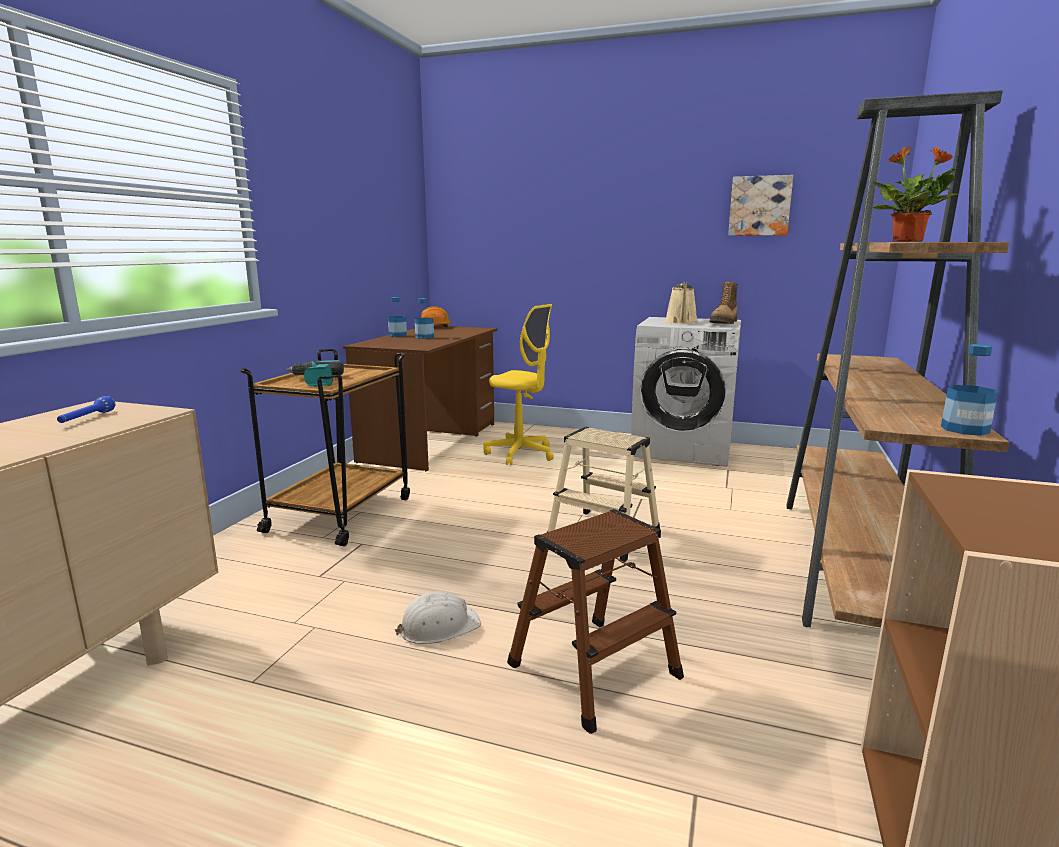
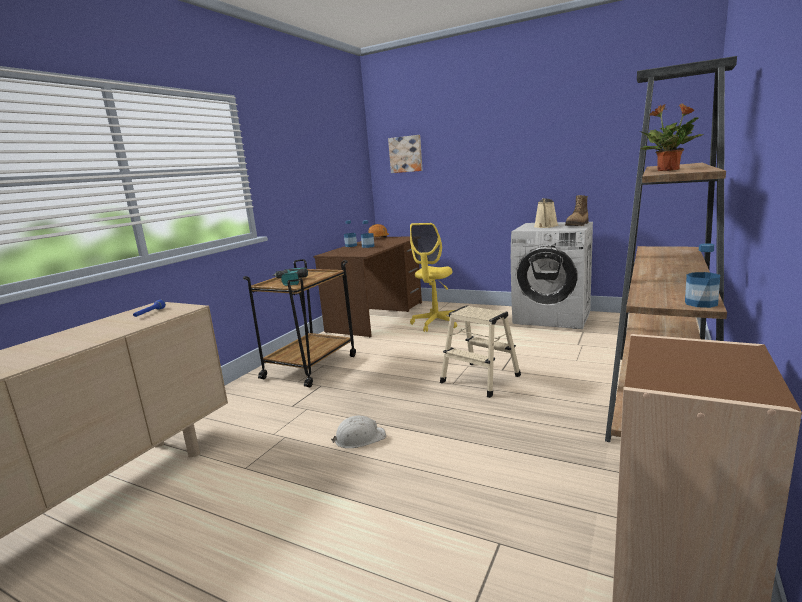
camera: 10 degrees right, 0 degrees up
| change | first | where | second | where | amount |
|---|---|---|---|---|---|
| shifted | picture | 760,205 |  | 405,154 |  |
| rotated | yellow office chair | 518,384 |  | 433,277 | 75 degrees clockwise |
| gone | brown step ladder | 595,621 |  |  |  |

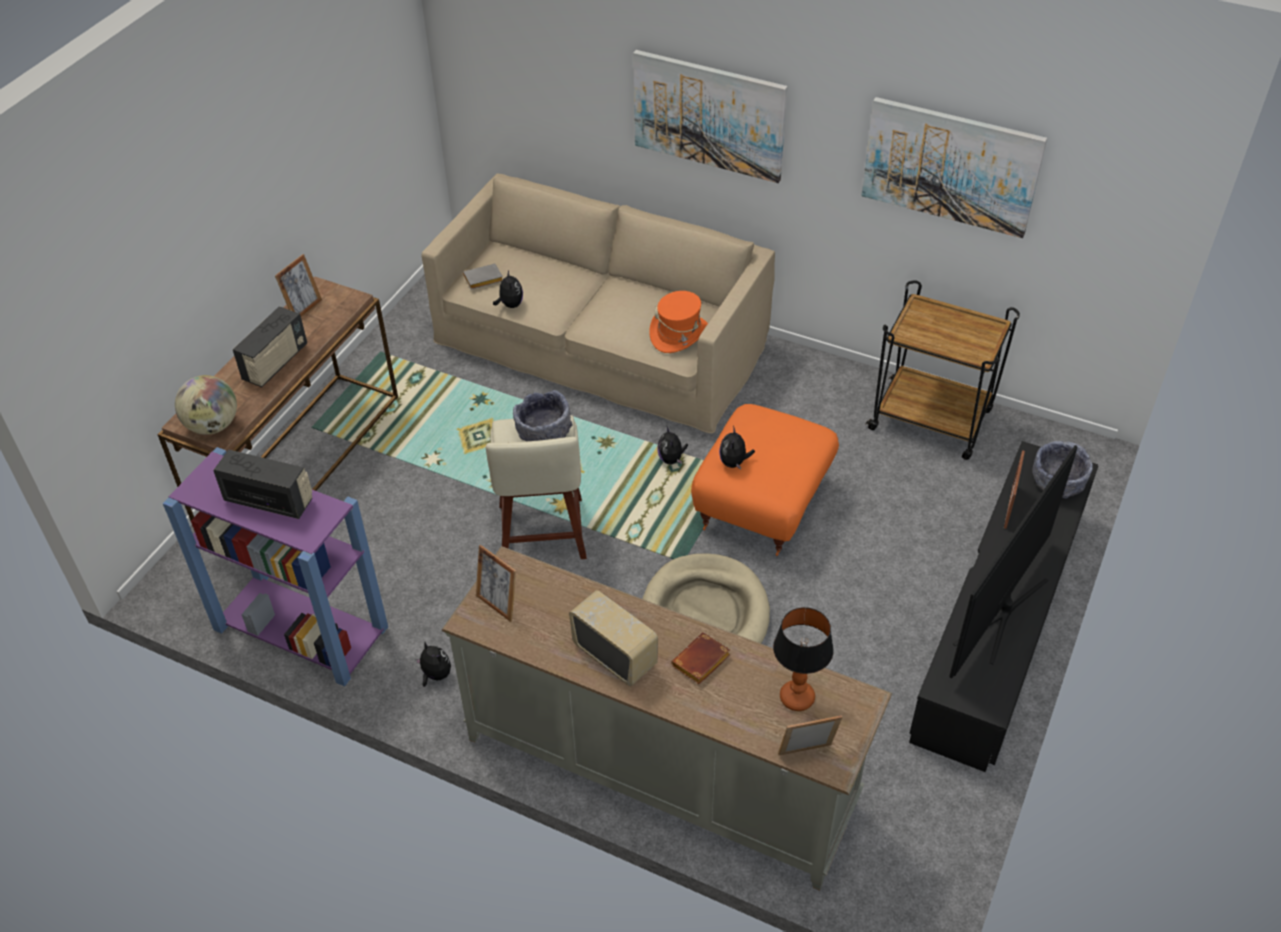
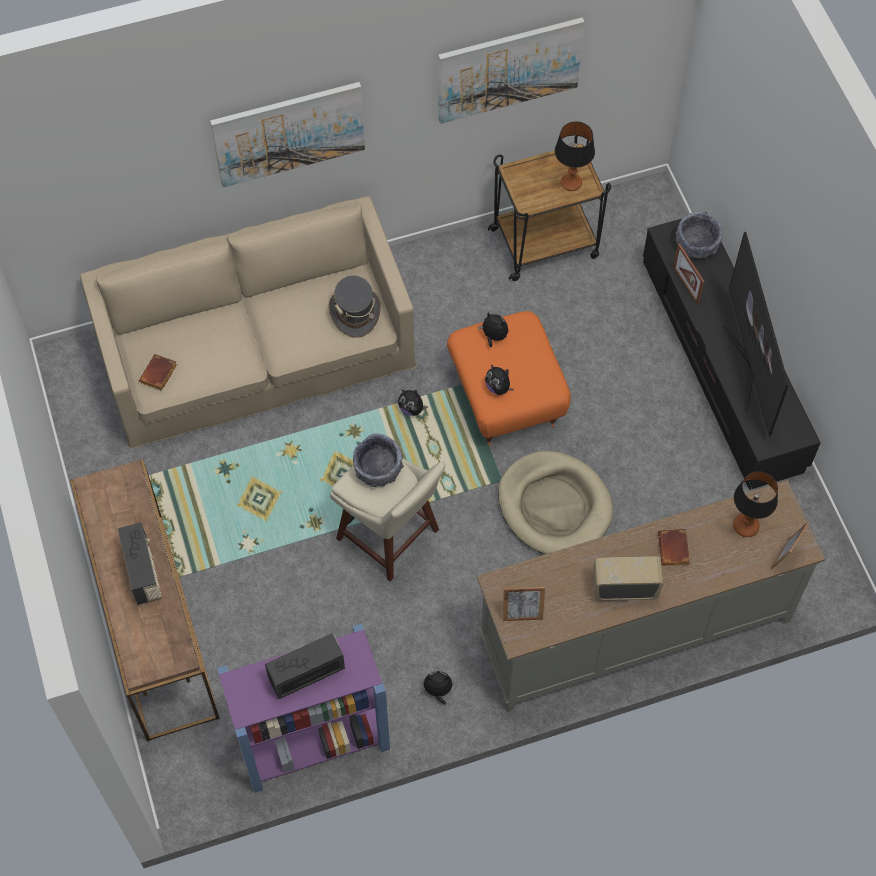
camera: 45 degrees left, 15 degrees up
| change | first | where | second | where | amount |
|---|---|---|---|---|---|
| repainted | grey book | 483,277 | brown book | 158,372 |  |
| repainted | orange hat | 678,322 | grey hat | 354,307 |  |
| shifted | plush toy | 508,289 |  | 493,329 |  |
| new |  |  | table lamp | 575,156 |  |
| gone | globe | 206,405 |  |  |  |
| gone | picture frame | 298,285 |  |  |  |

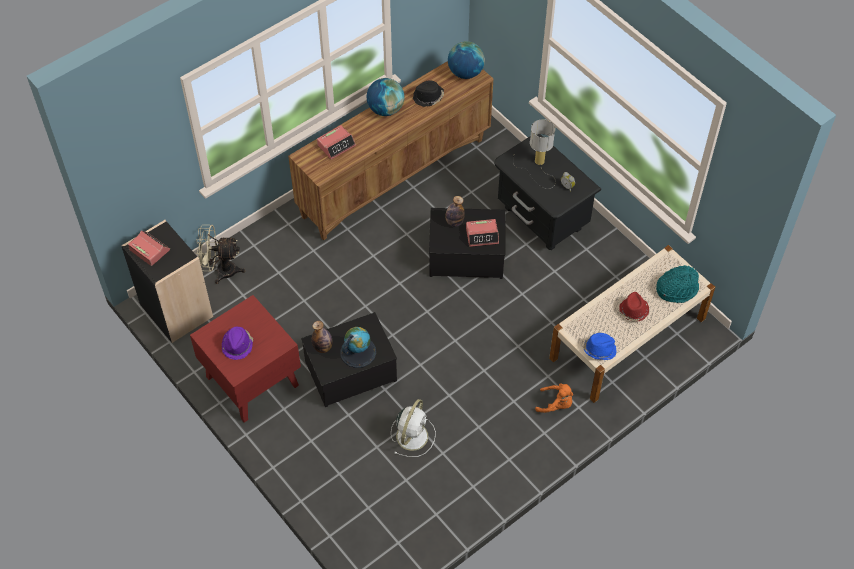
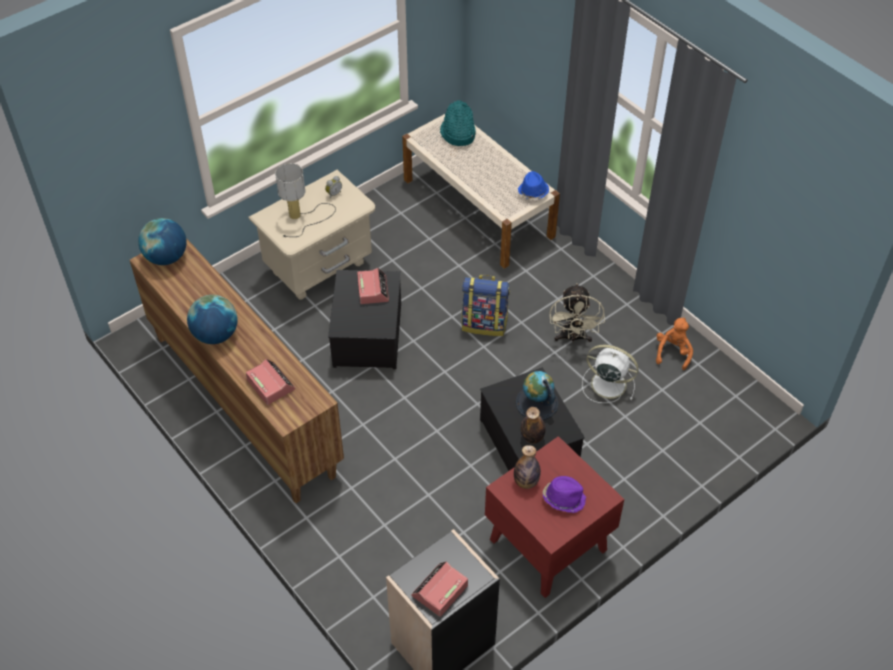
camera: 90 degrees left, 5 degrees down
| change | first | where | second | where | amount |
|---|---|---|---|---|---|
| repainted | black nightstand | 547,192 | beige nightstand | 312,235 |  |
| new |  |  | backpack | 486,305 |  |
| shifted | bottle | 455,211 |  | 527,467 |  |
| shifted | beige fan | 220,254 |  | 577,313 |  |
| shifted | orange plush toy | 554,398 |  | 674,343 |  |
| gone | black hat | 428,93 |  |  |  |
| gone | red hat | 634,307 |  |  |  |

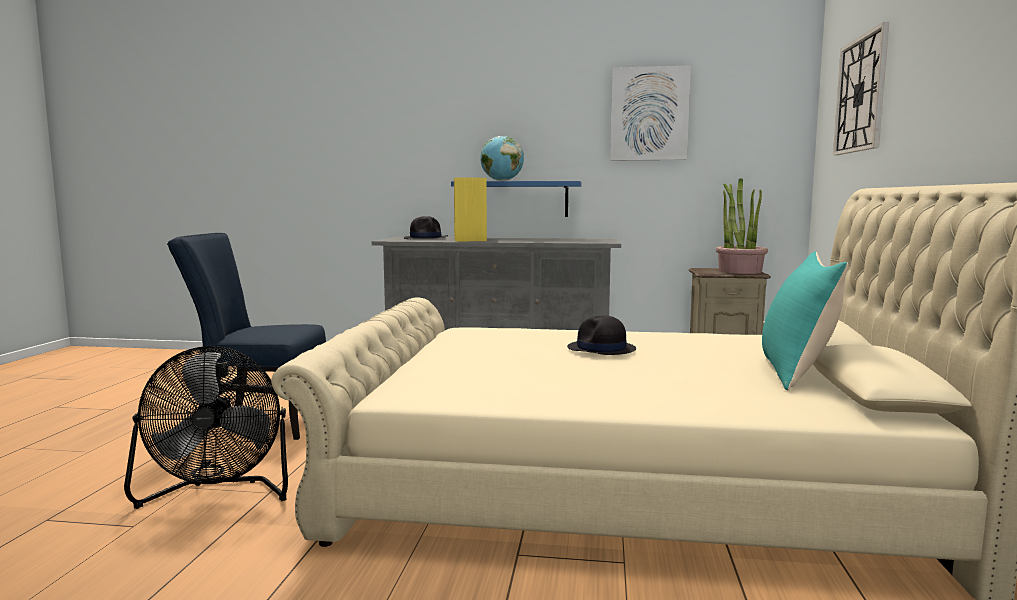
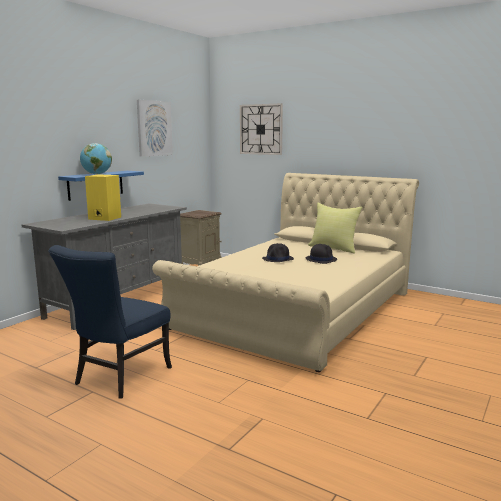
camera: 65 degrees left, 5 degrees up
| change | first | where | second | where | amount |
|---|---|---|---|---|---|
| shifted | black hat | 426,227 |  | 321,254 |  |
| repainted | turquoise pillow | 805,320 | yellow pillow | 335,228 |  |
| gone | black fan | 206,427 |  |  |  |
| gone | potted plant | 742,226 |  |  |  |

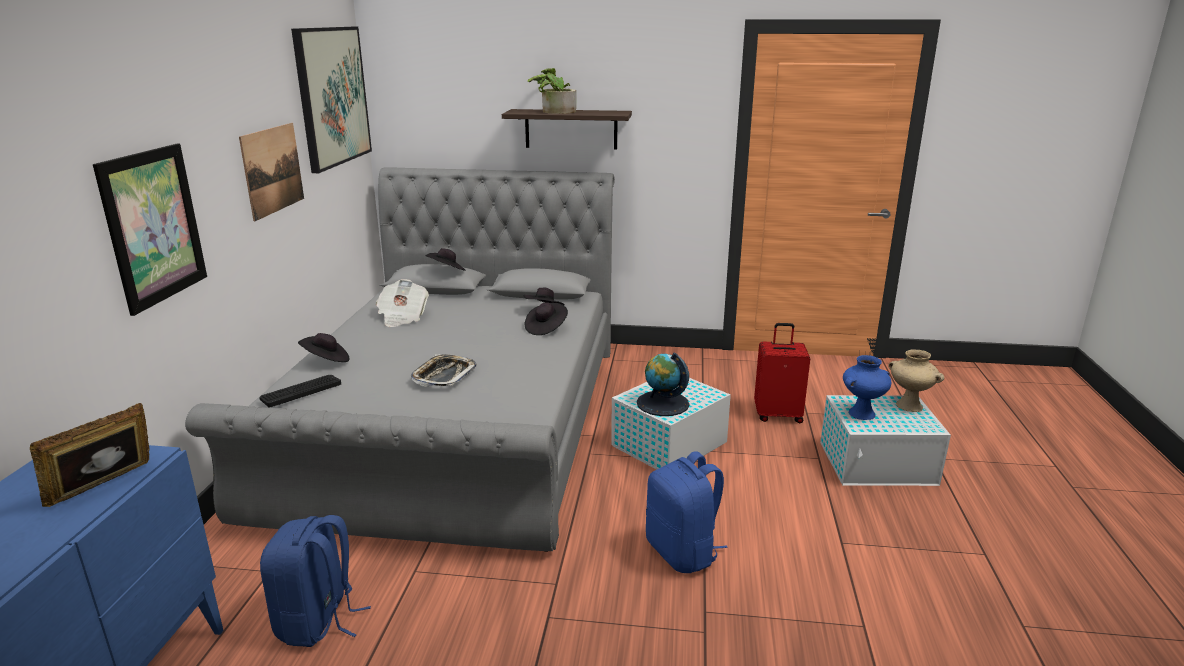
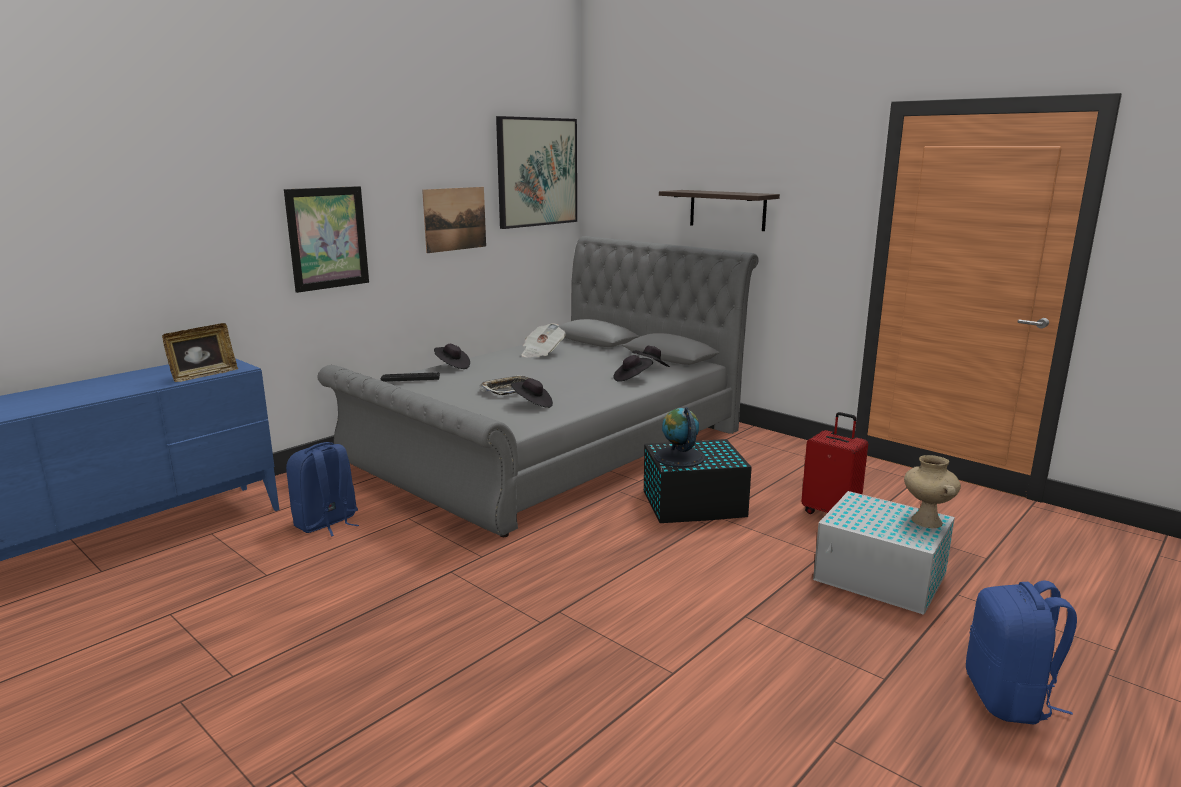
camera: 35 degrees right, 5 degrees down
| change | first | where | second | where | amount |
|---|---|---|---|---|---|
| rotated | picture frame | 90,455 |  | 200,352 | 150 degrees clockwise |
| shifted | black hat | 446,259 |  | 532,393 |  |
| repainted | white storage box | 671,424 | black storage box | 698,481 |  |
| shifted | blue backpack | 686,512 |  | 1021,653 |  |
| gone | potted plant | 551,91 |  |  |  |
| gone | blue vase | 867,387 |  |  |  |

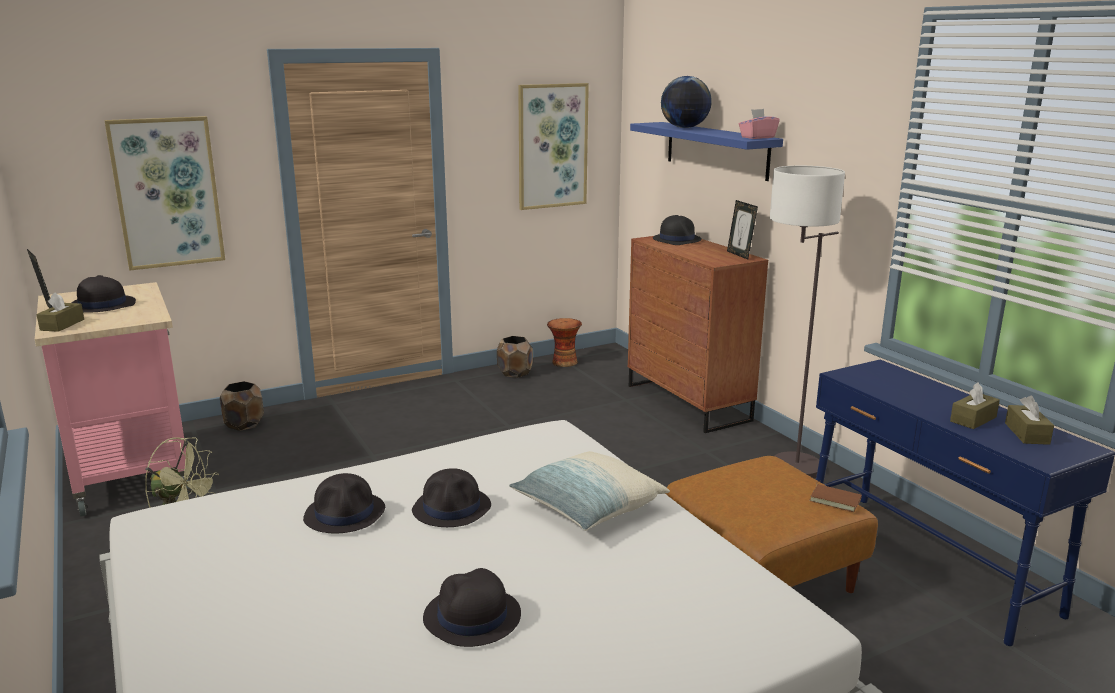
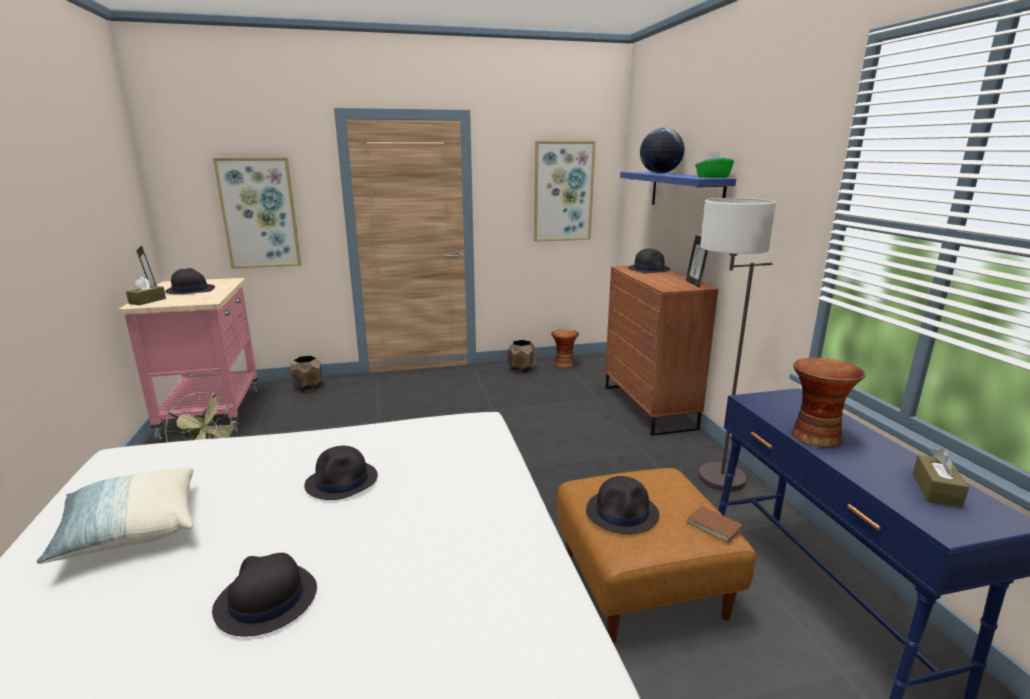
camera: 15 degrees right, 0 degrees up
| change | first | where | second | where | amount |
|---|---|---|---|---|---|
| shifted | pillow | 589,491 |  | 115,516 |  |
| shifted | black hat | 344,503 |  | 622,505 |  |
| repainted | pink tissue box | 759,124 | green tissue box | 714,164 |  |
| new |  |  | vase | 828,403 |  |
| gone | brown tissue box | 975,405 |  |  |  |

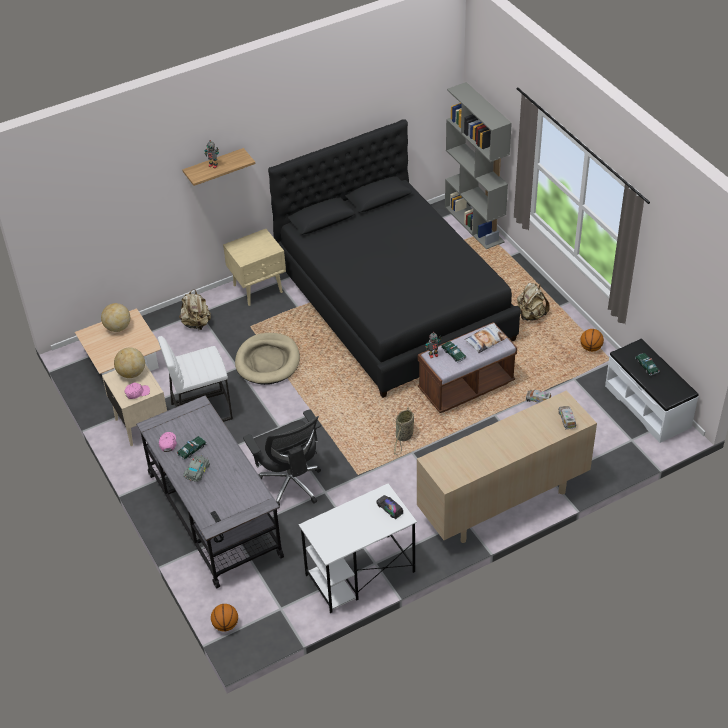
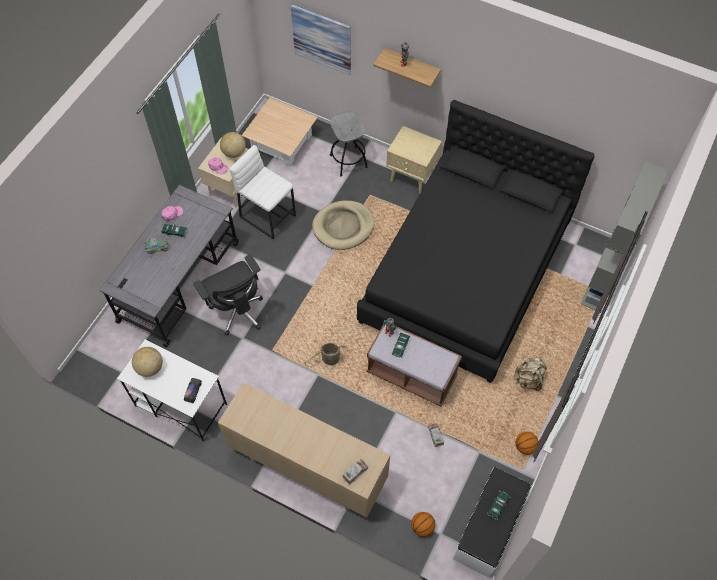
camera: 55 degrees right, 15 degrees up
| change | first | where | second | where | amount |
|---|---|---|---|---|---|
| shifted | globe | 115,317 |  | 147,362 |  |
| rotated | office chair | 282,457 |  | 228,295 | 60 degrees counterclockwise |
| new |  |  | picture | 321,39 |  |
| swapped | beige backpack | 195,309 | grey stool | 349,143 |  |
| shifted | basketball | 224,618 |  | 423,524 |  |
| gone | pillow | 486,338 |  |  |  |

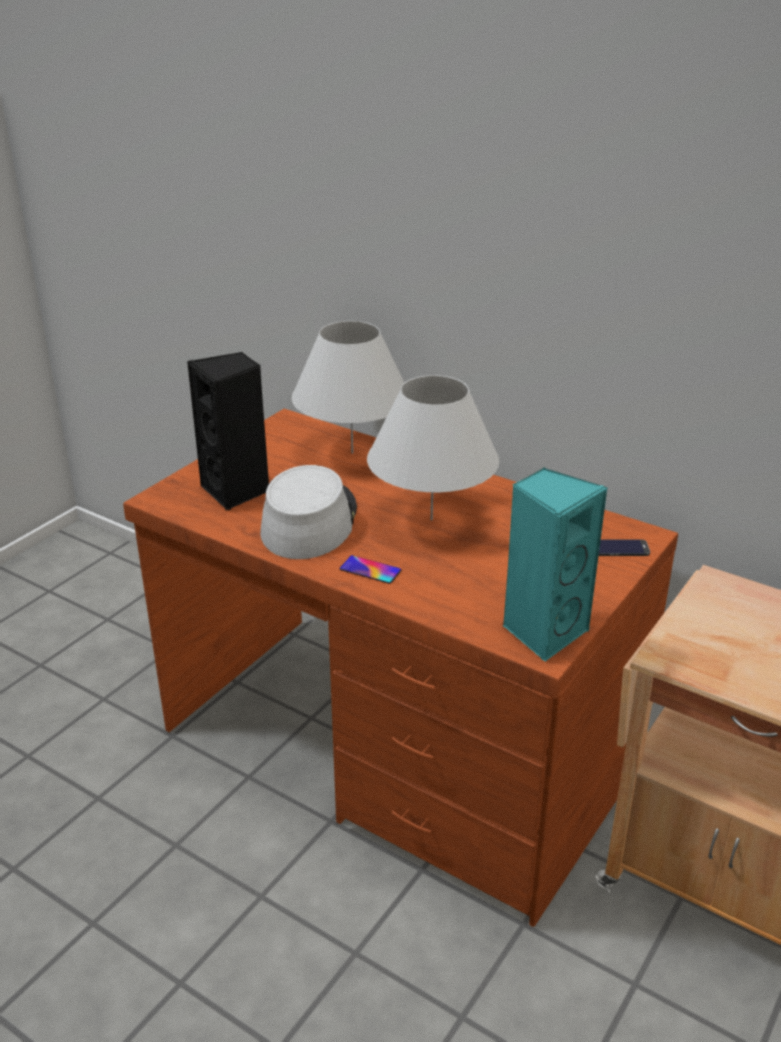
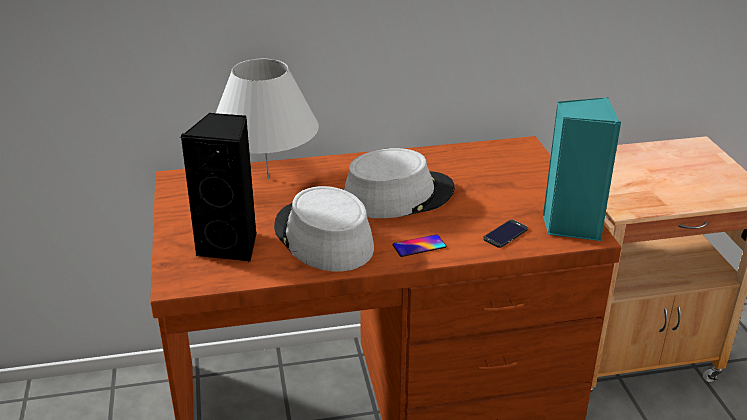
camera: 45 degrees left, 0 degrees up
| change | first | where | second | where | amount |
|---|---|---|---|---|---|
| swapped | white table lamp | 433,448 | grey hat | 399,183 |  |
| shifted | phone | 624,547 |  | 505,234 |  |

